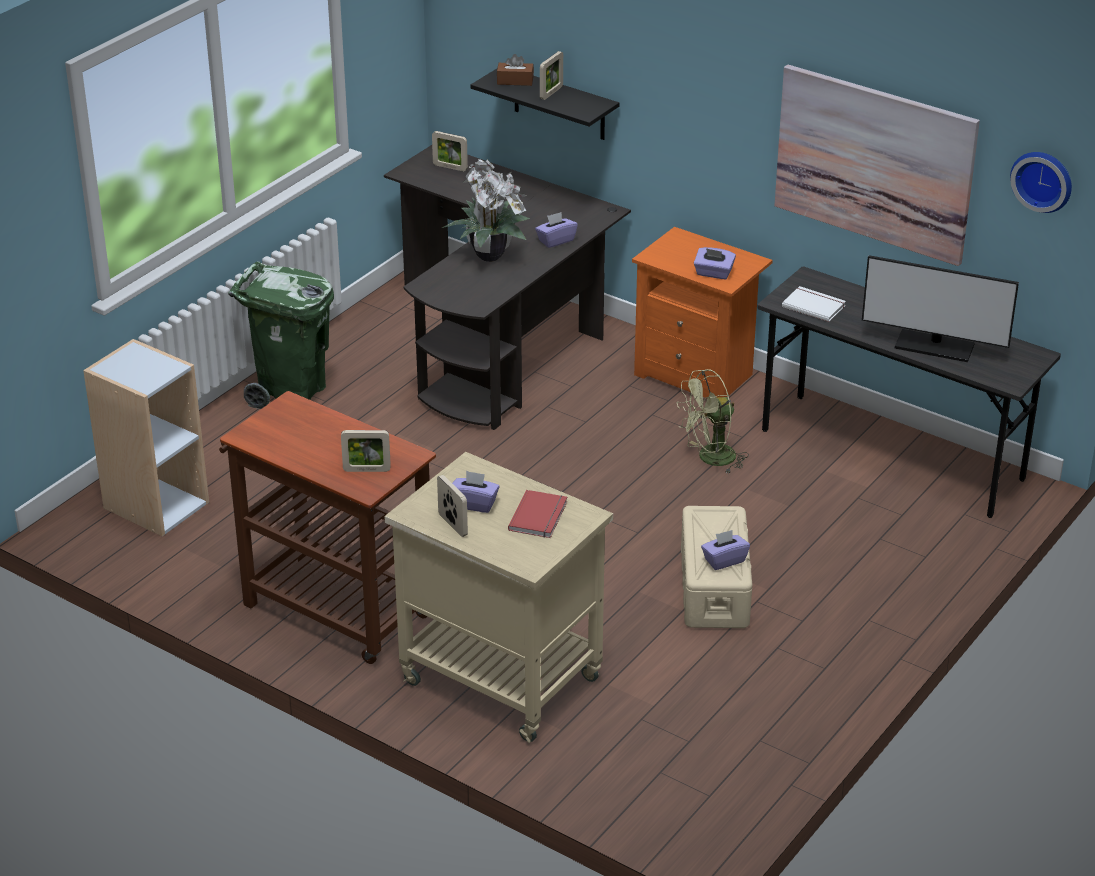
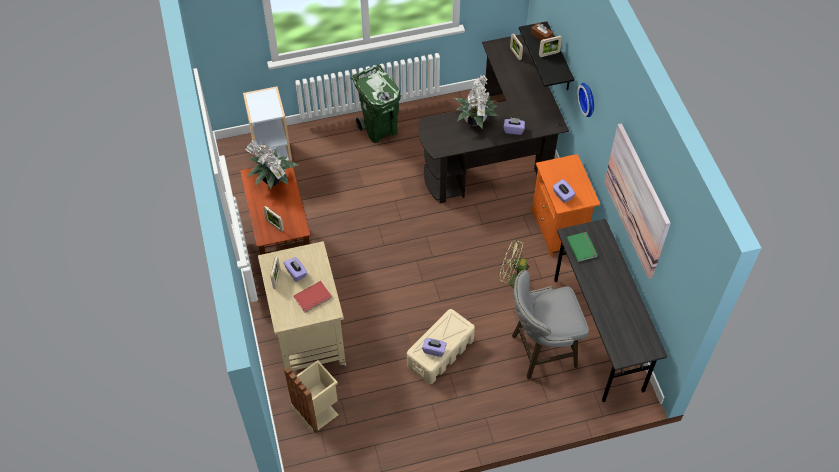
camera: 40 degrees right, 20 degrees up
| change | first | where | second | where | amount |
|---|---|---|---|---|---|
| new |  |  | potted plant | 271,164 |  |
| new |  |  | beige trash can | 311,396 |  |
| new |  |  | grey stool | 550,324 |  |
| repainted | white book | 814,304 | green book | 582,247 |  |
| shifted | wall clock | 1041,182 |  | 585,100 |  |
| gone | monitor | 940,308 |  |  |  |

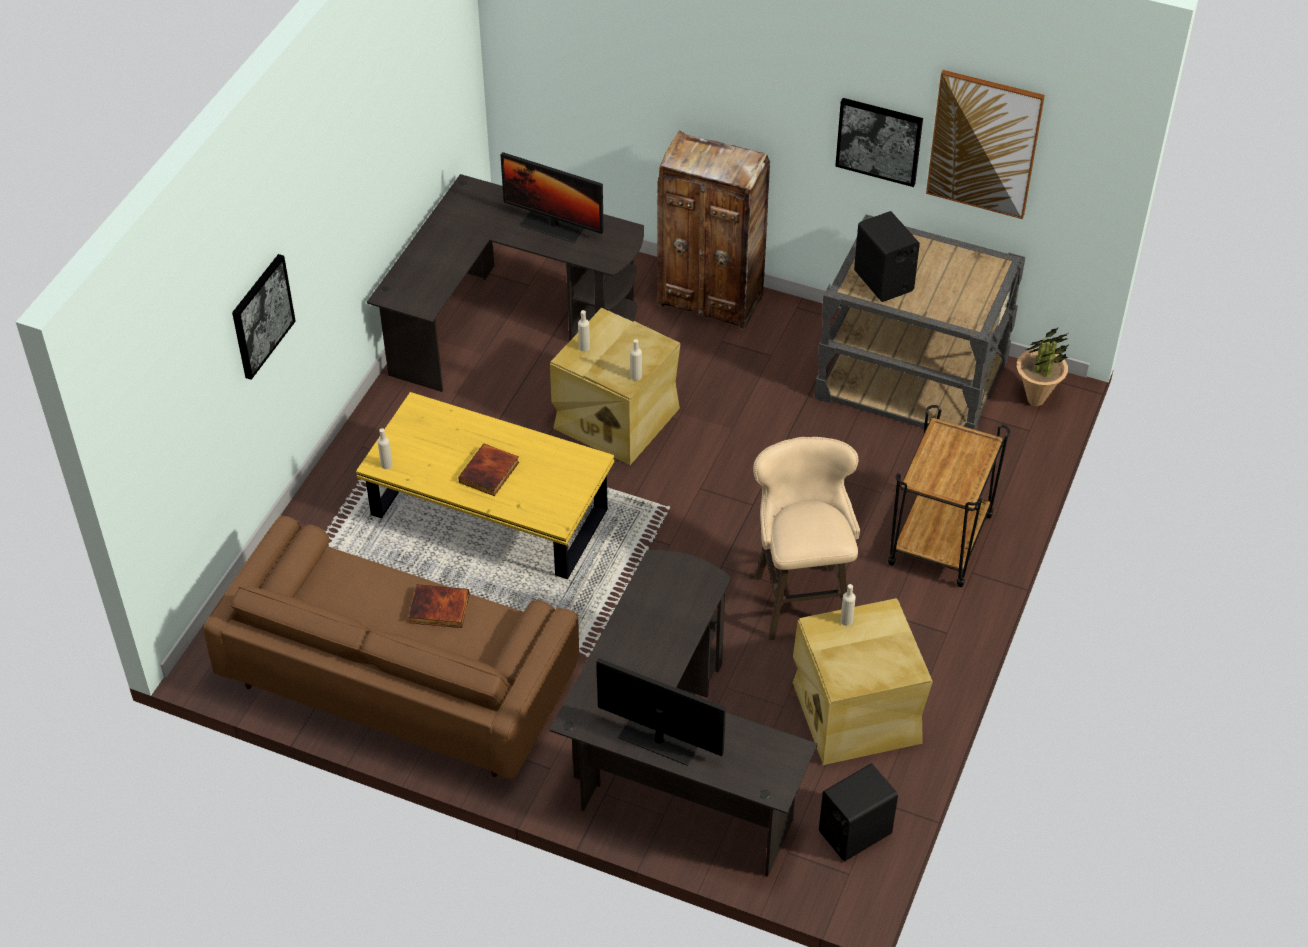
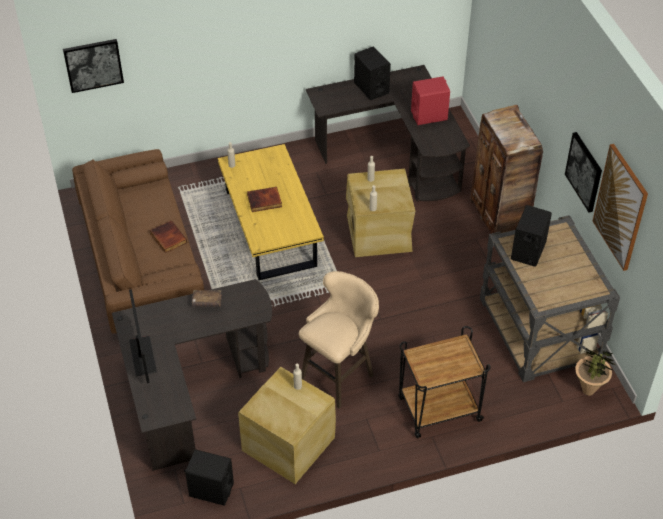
camera: 50 degrees right, 0 degrees up
| change | first | where | second | where | amount |
|---|---|---|---|---|---|
| shifted | picture | 264,317 |  | 93,66 |  |
| new |  |  | brown book | 207,298 |  |
| new |  |  | black speaker | 372,73 |  |
| swapped | monitor | 552,197 | red speaker | 430,101 |  |

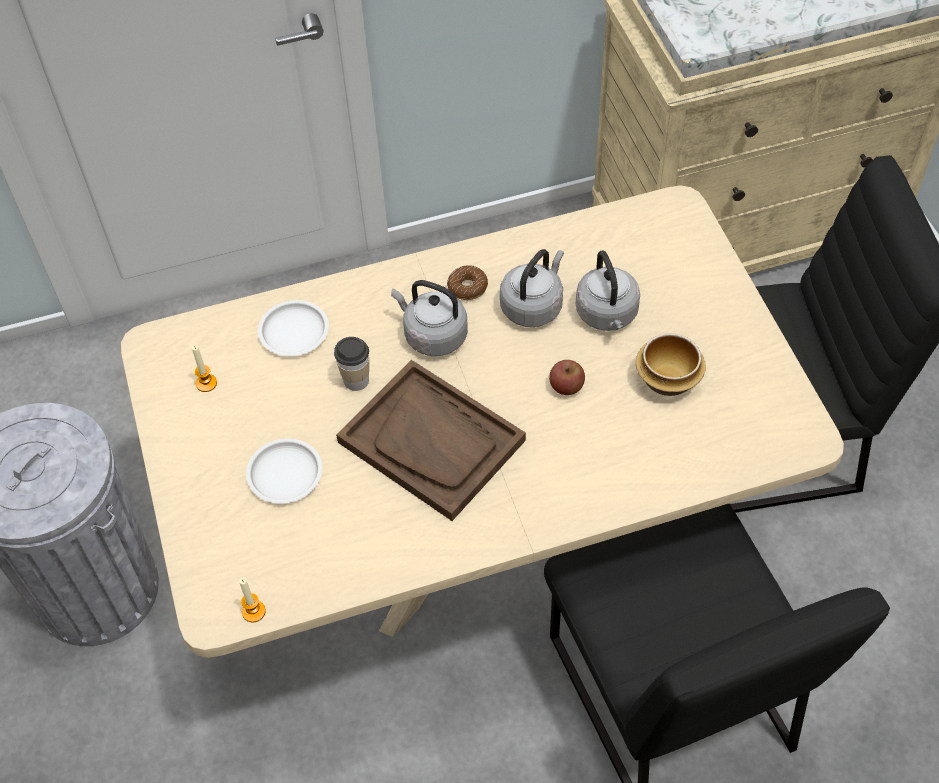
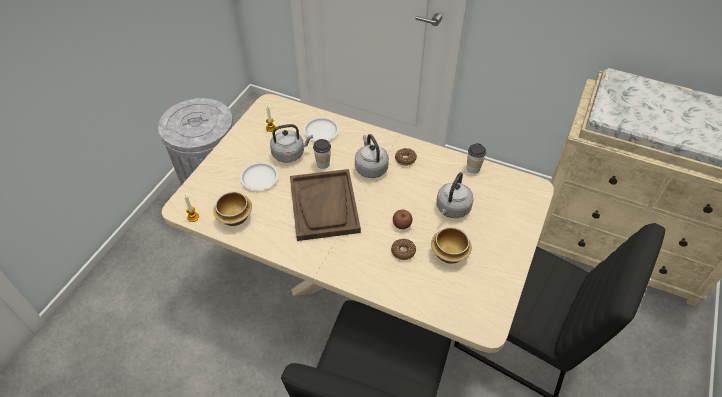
camera: 40 degrees right, 5 degrees down
| change | first | where | second | where | amount |
|---|---|---|---|---|---|
| new |  |  | bowl | 232,209 |  |
| shifted | grey kettle | 532,288 |  | 291,143 |  |
| new |  |  | donut | 403,249 |  |
| new |  |  | cup | 476,158 |  |

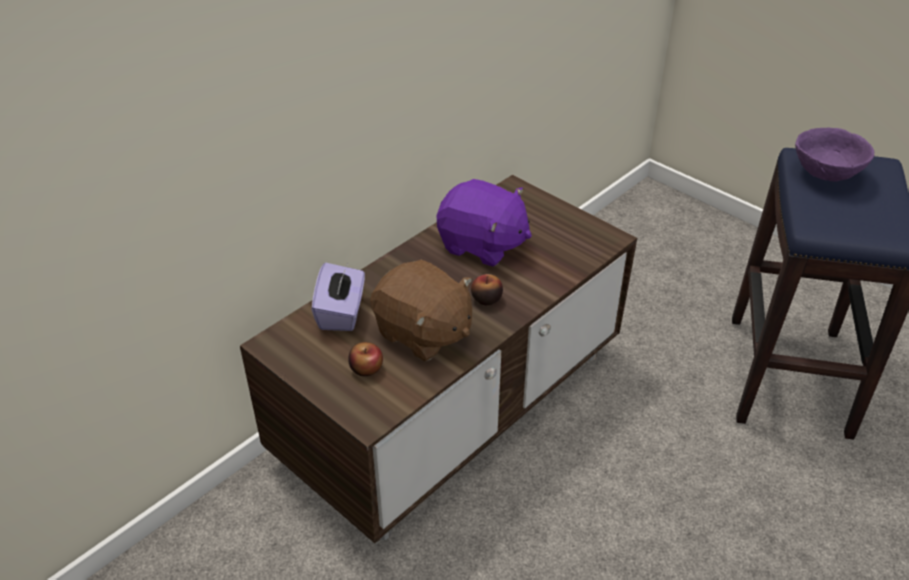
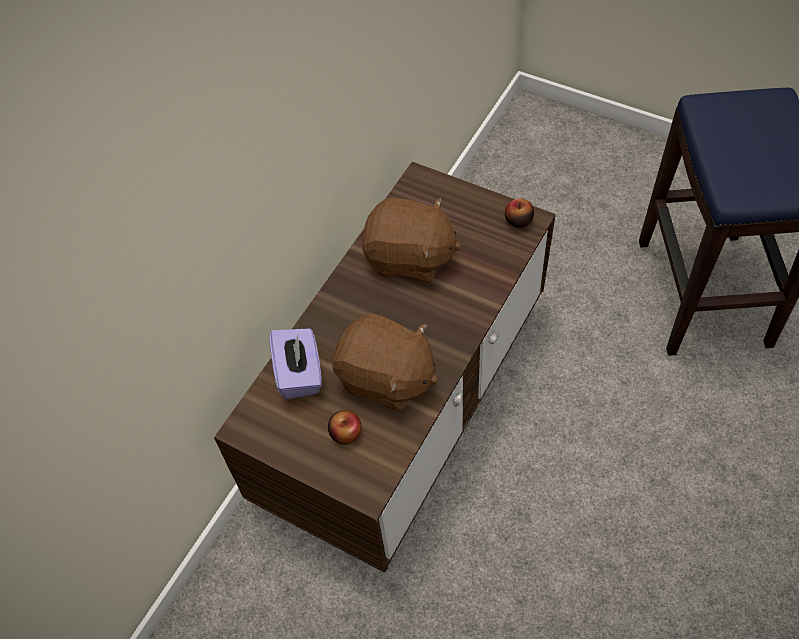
camera: 10 degrees left, 15 degrees up
| change | first | where | second | where | amount |
|---|---|---|---|---|---|
| repainted | purple plush toy | 484,223 | brown plush toy | 411,240 |  |
| shifted | apple | 487,289 |  | 519,213 |  |
| gone | purple bowl | 835,155 |  |  |  |

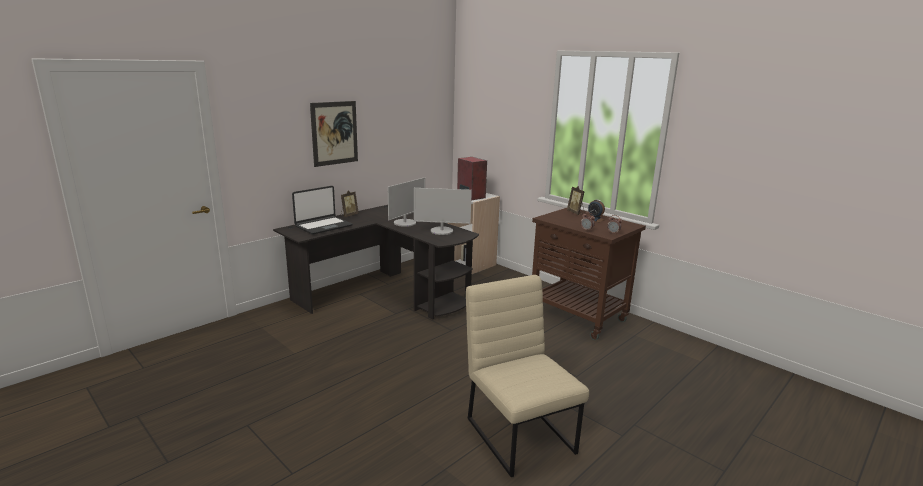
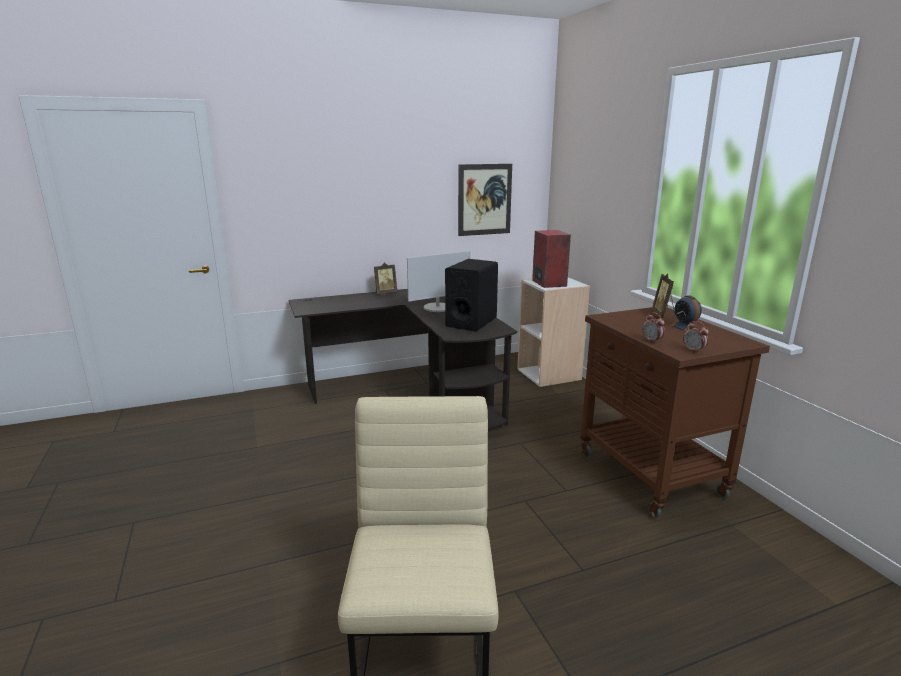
camera: 25 degrees right, 0 degrees up
| change | first | where | second | where | amount |
|---|---|---|---|---|---|
| swapped | monitor | 443,211 | black speaker | 471,295 |  |
| shifted | picture | 334,134 |  | 485,200 |  |
| gone | laptop | 322,210 |  |  |  |

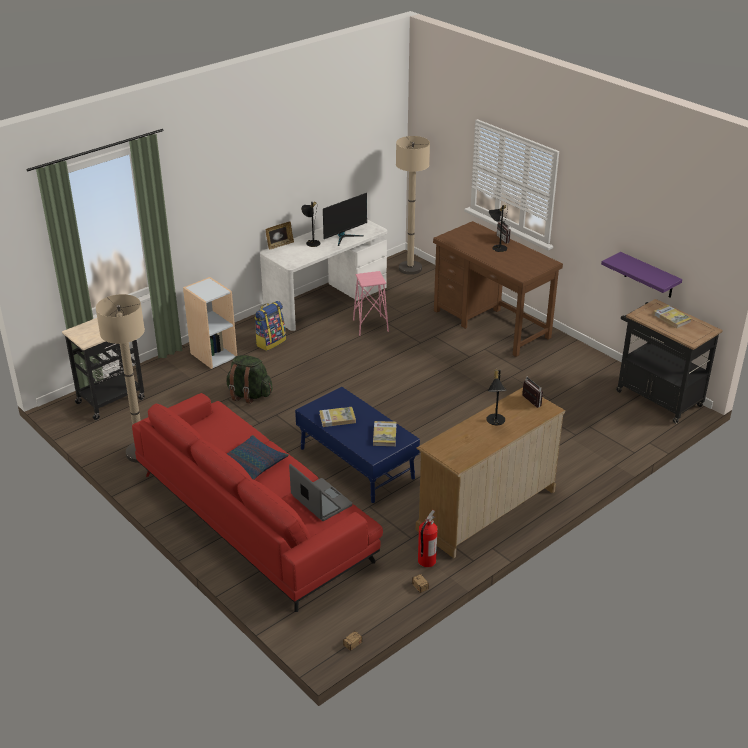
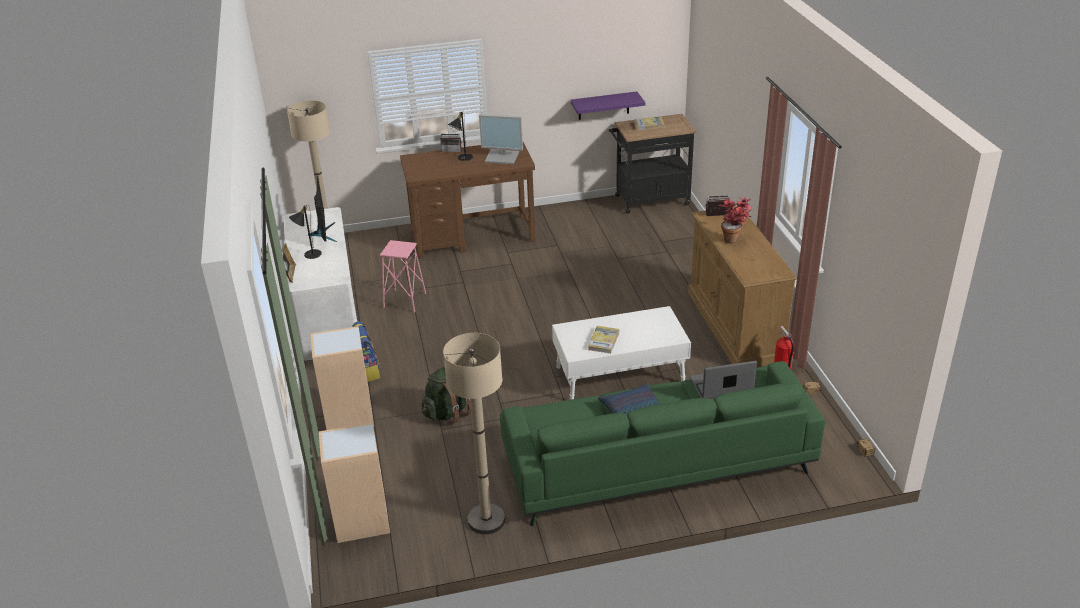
camera: 60 degrees left, 0 degrees up
| change | first | where | second | where | amount |
|---|---|---|---|---|---|
| swapped | cart | 103,369 | bookcase | 354,482 |  |
| new |  |  | monitor | 501,139 |  |
| repainted | red sofa | 257,502 | green sofa | 662,444 |  |
| repainted | blue coffee table | 357,445 | white coffee table | 621,353 |  |
| swapped | black table lamp | 496,397 | potted plant | 735,220 |  |
| gone | book | 384,433 |  |  |  |

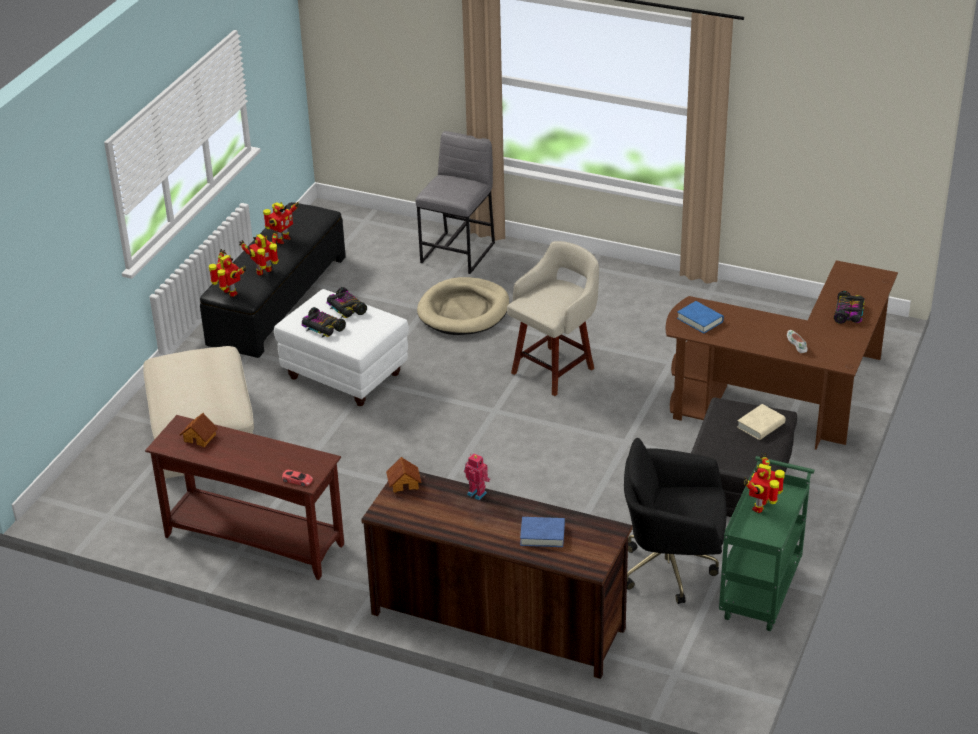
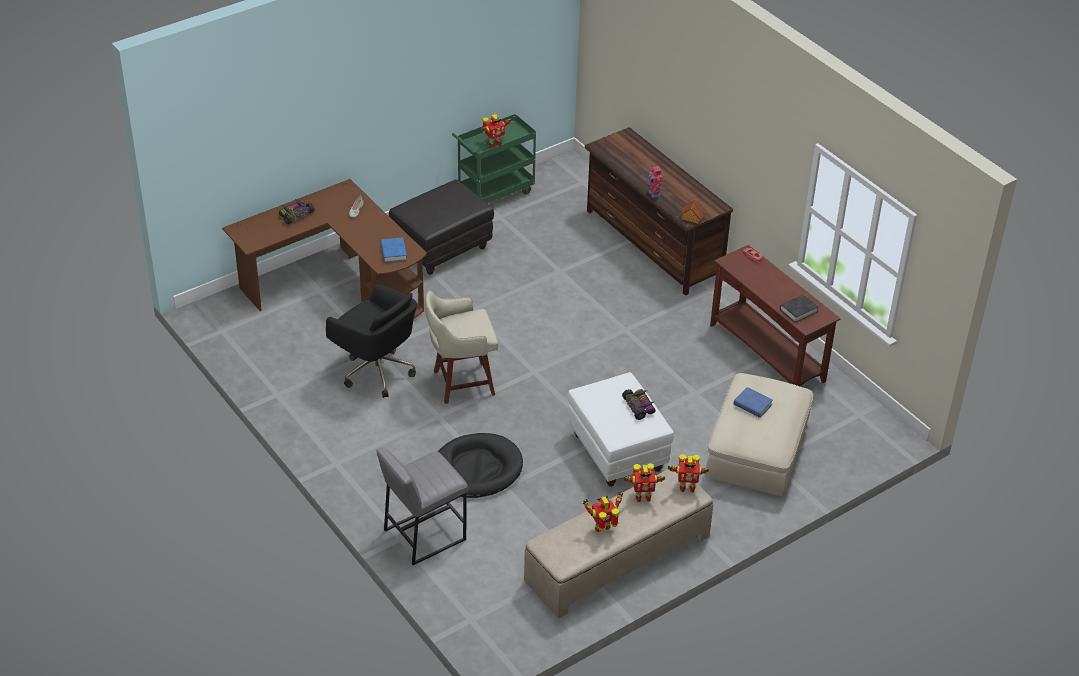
camera: 150 degrees left, 5 degrees up
| change | first | where | second | where | amount |
|---|---|---|---|---|---|
| shifted | black office chair | 675,521 |  | 371,341 |  |
| repainted | beige dog bed | 463,306 | black dog bed | 480,465 |  |
| repainted | black bench | 273,280 | beige bench | 618,542 |  |
| rotated | toy robot | 227,273 |  | 688,473 | 75 degrees counterclockwise |
| shifted | blue book | 542,532 |  | 753,402 |  |
| swapped | toy house | 199,430 | black book | 799,308 |  |
| gone | toy car | 346,302 |  |  |  |
| gone | beige book | 761,422 |  |  |  |

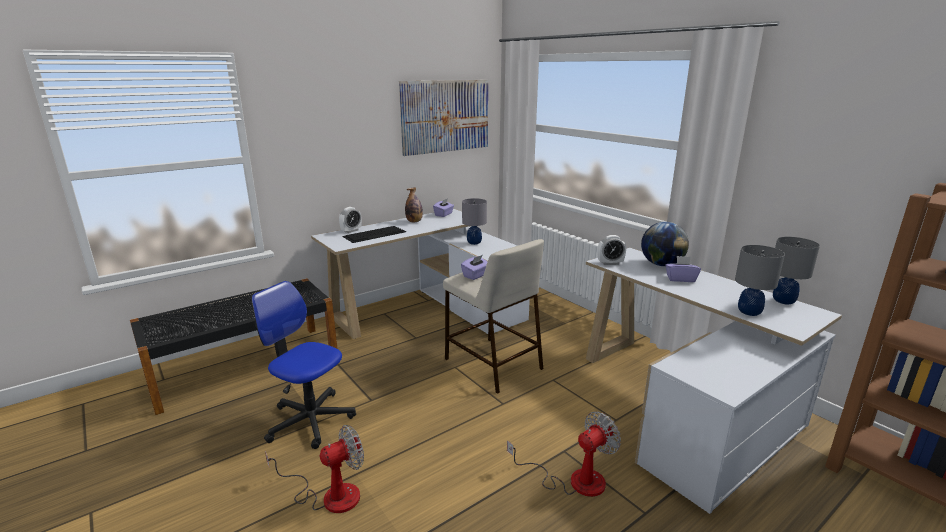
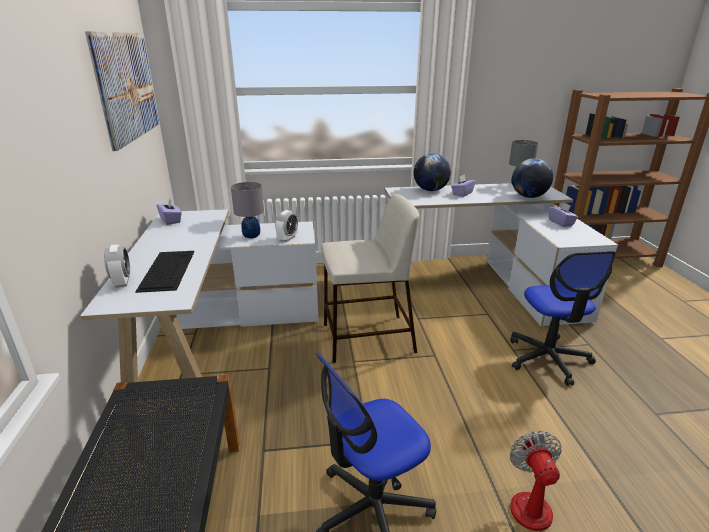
camera: 60 degrees left, 5 degrees up
| change | first | where | second | where | amount |
|---|---|---|---|---|---|
| shifted | alarm clock | 612,250 |  | 286,226 |  |
| swapped | fan | 564,454 | office chair | 563,318 |  |
| swapped | grey table lamp | 760,280 | globe | 532,178 |  |
| shifted | purple tissue box | 474,267 |  | 563,215 |  |
| gone | bottle | 414,204 |  |  |  |

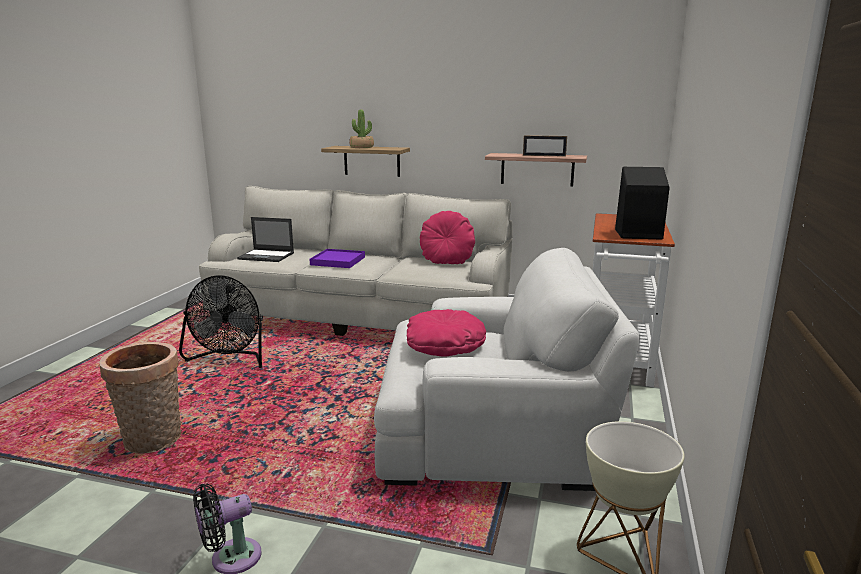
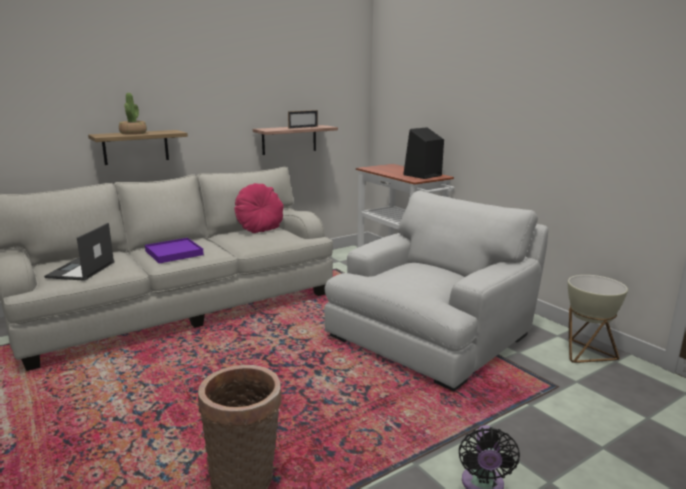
camera: 50 degrees left, 0 degrees up
| change | first | where | second | where | amount |
|---|---|---|---|---|---|
| rotated | laptop | 265,239 |  | 79,252 | 135 degrees clockwise |
| gone | black fan | 221,321 |  |  |  |
| gone | pink pillow | 446,333 |  |  |  |

